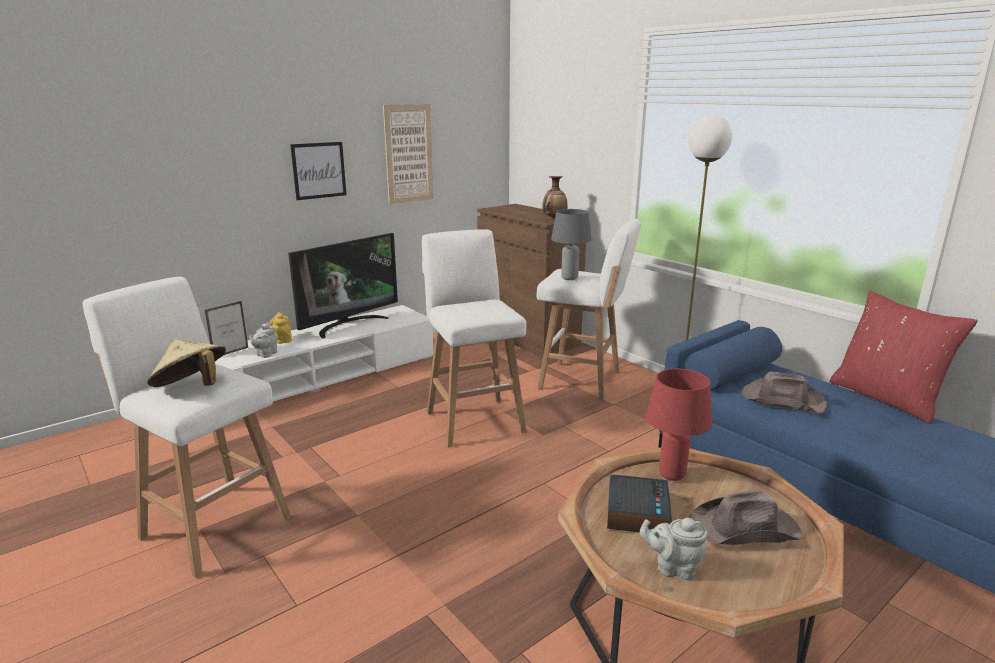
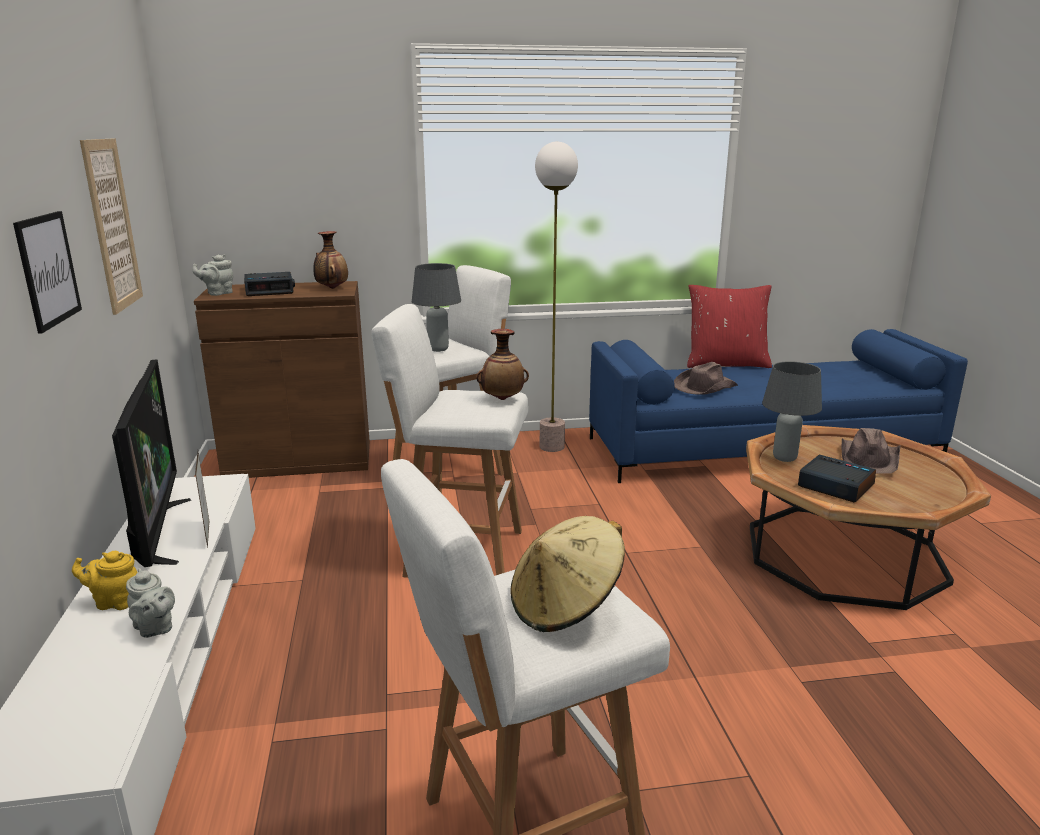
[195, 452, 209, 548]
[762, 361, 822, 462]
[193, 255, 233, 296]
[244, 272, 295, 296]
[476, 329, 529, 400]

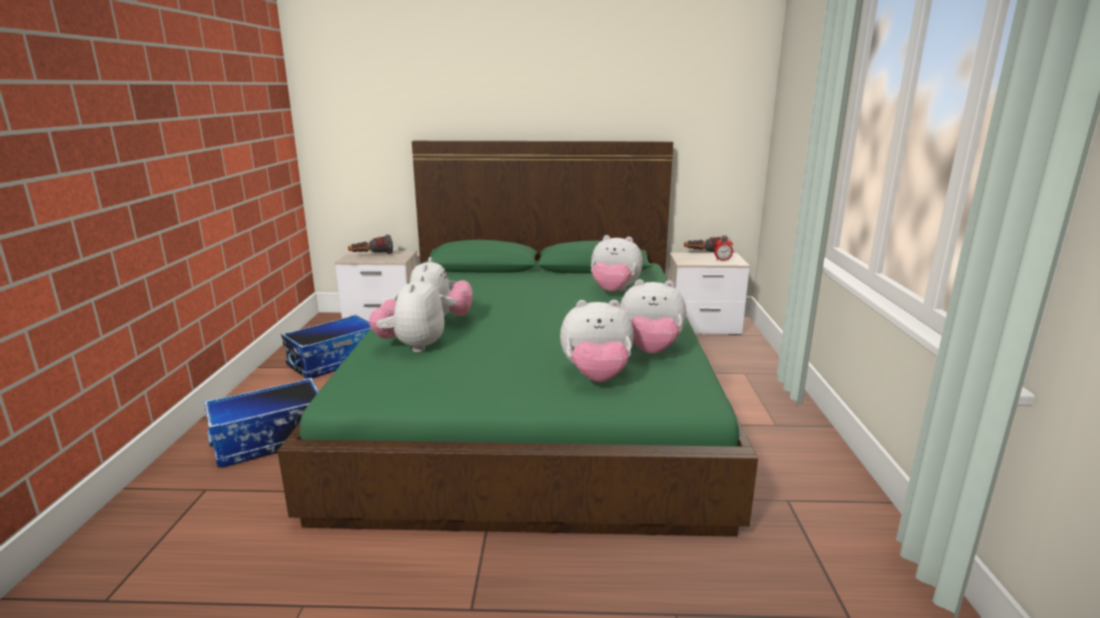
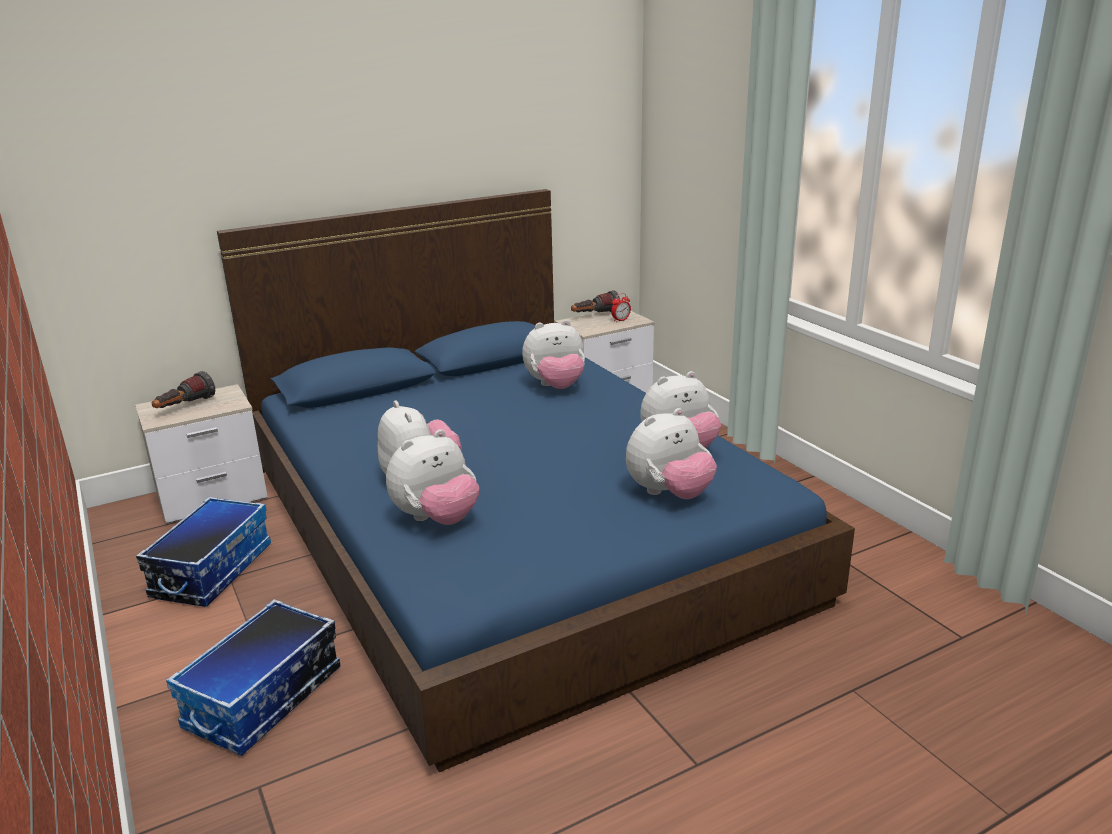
[217, 189, 855, 772]
[386, 429, 479, 525]

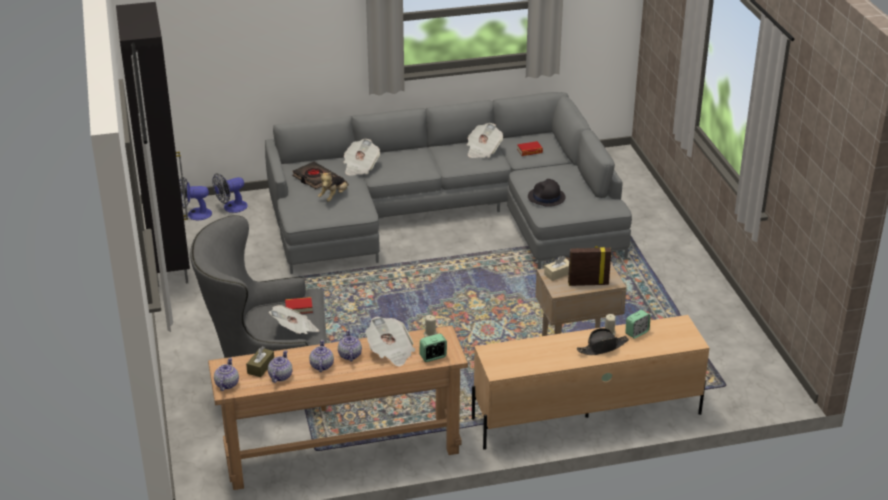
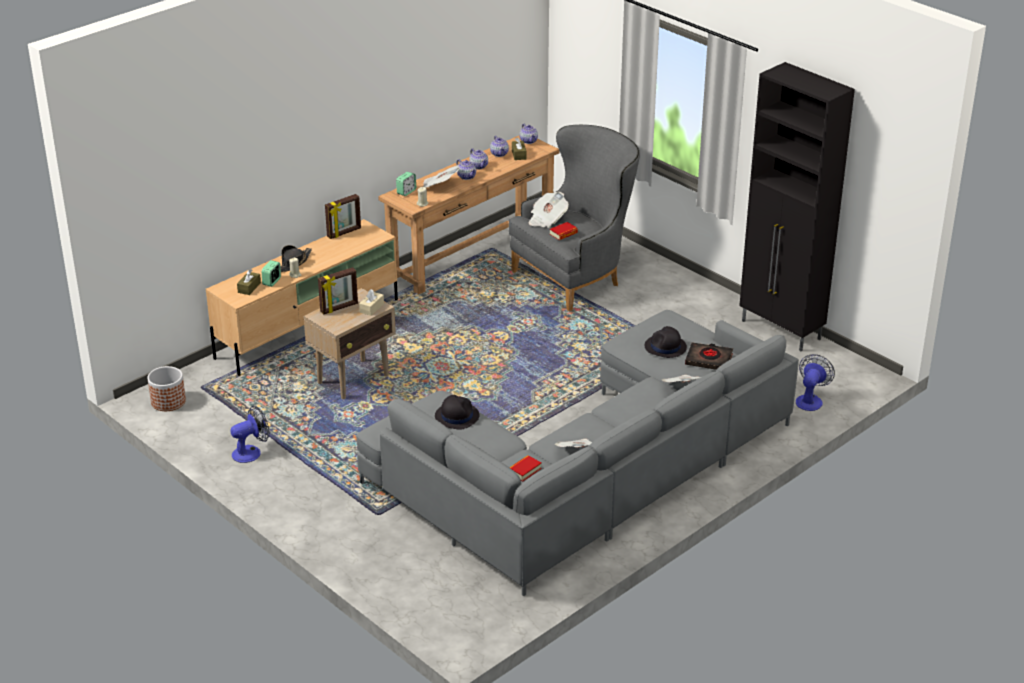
[645, 326, 687, 358]
[231, 406, 269, 463]
[325, 194, 361, 239]
[237, 269, 261, 295]
[147, 366, 186, 411]

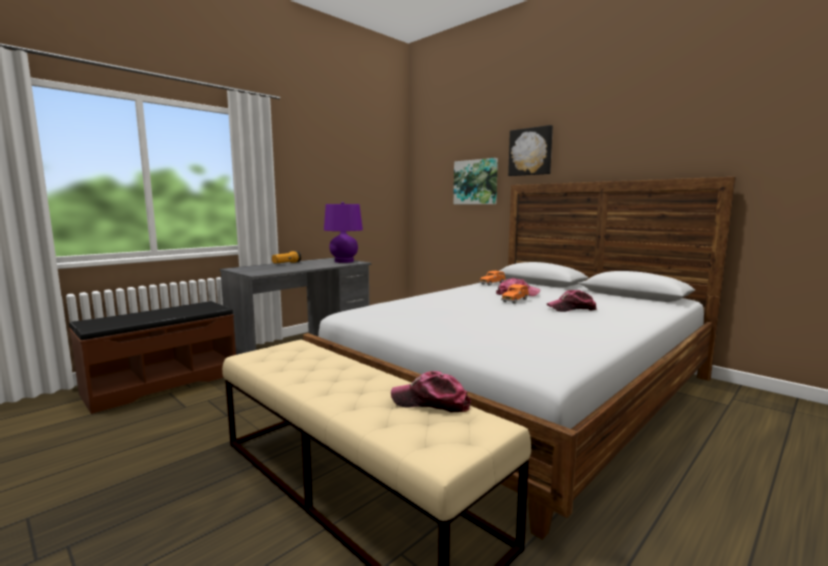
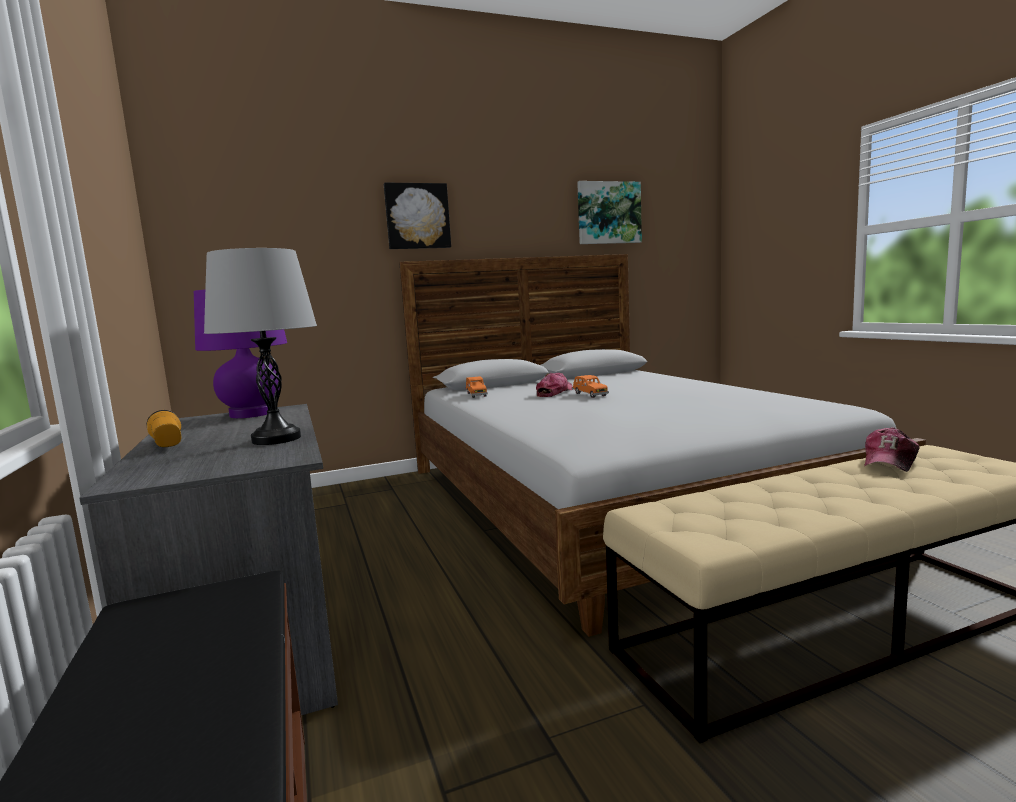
[577, 181, 642, 244]
[547, 290, 597, 312] (first image)
[204, 248, 317, 445]

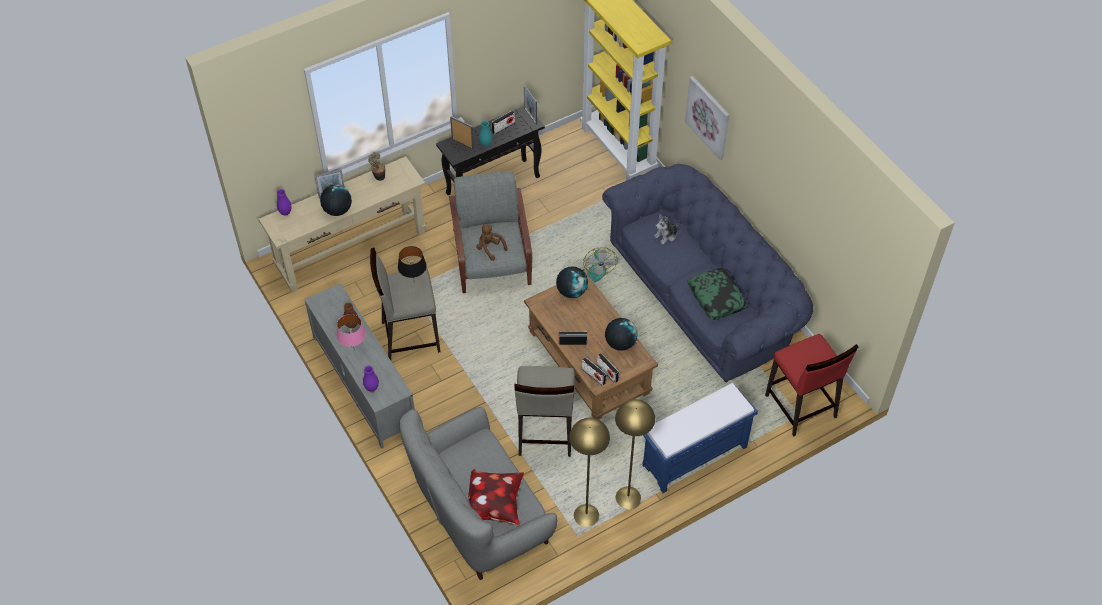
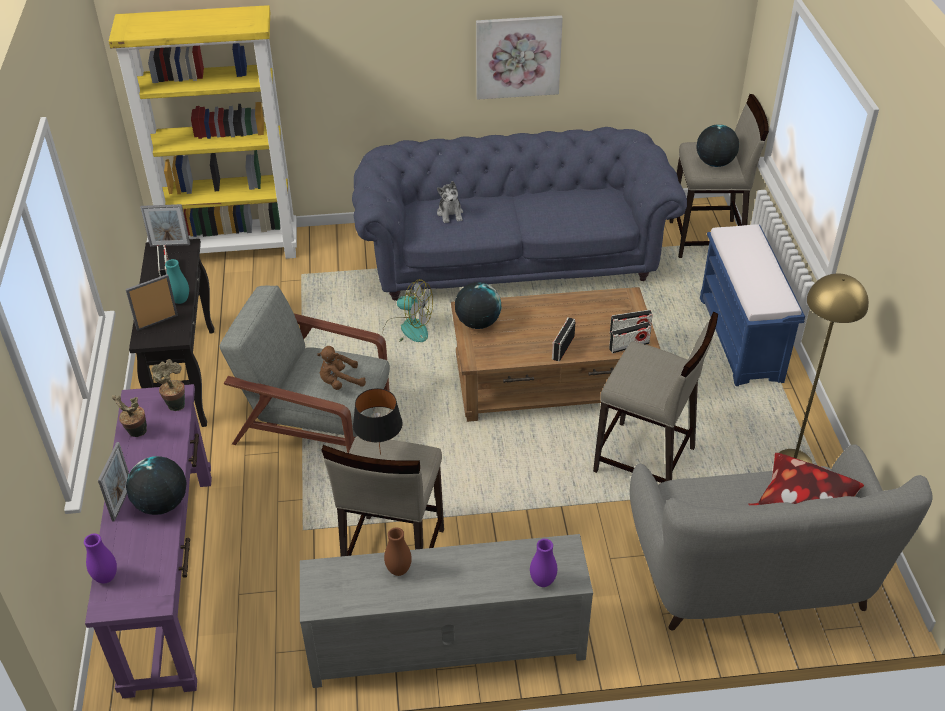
[476, 15, 563, 100]
[85, 384, 212, 698]
[687, 268, 747, 320] (first image)
[336, 314, 366, 347] (first image)
[697, 124, 739, 167]
[669, 94, 769, 258]
[615, 399, 655, 510] (first image)
[151, 359, 185, 411]

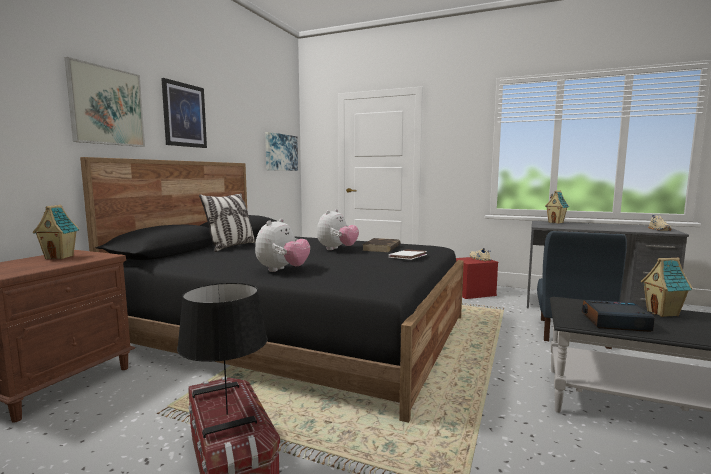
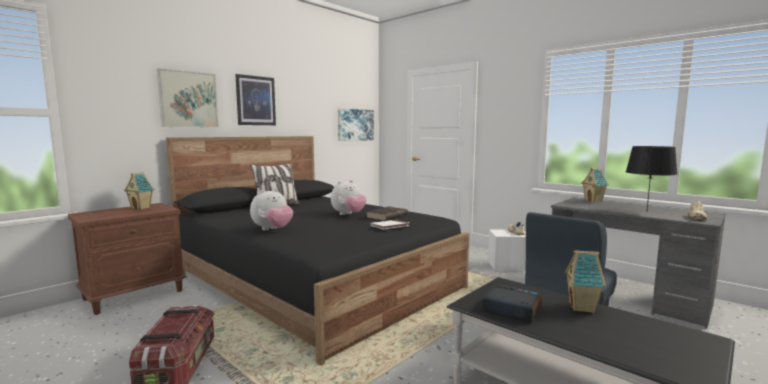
[488, 229, 526, 271]
[626, 146, 678, 209]

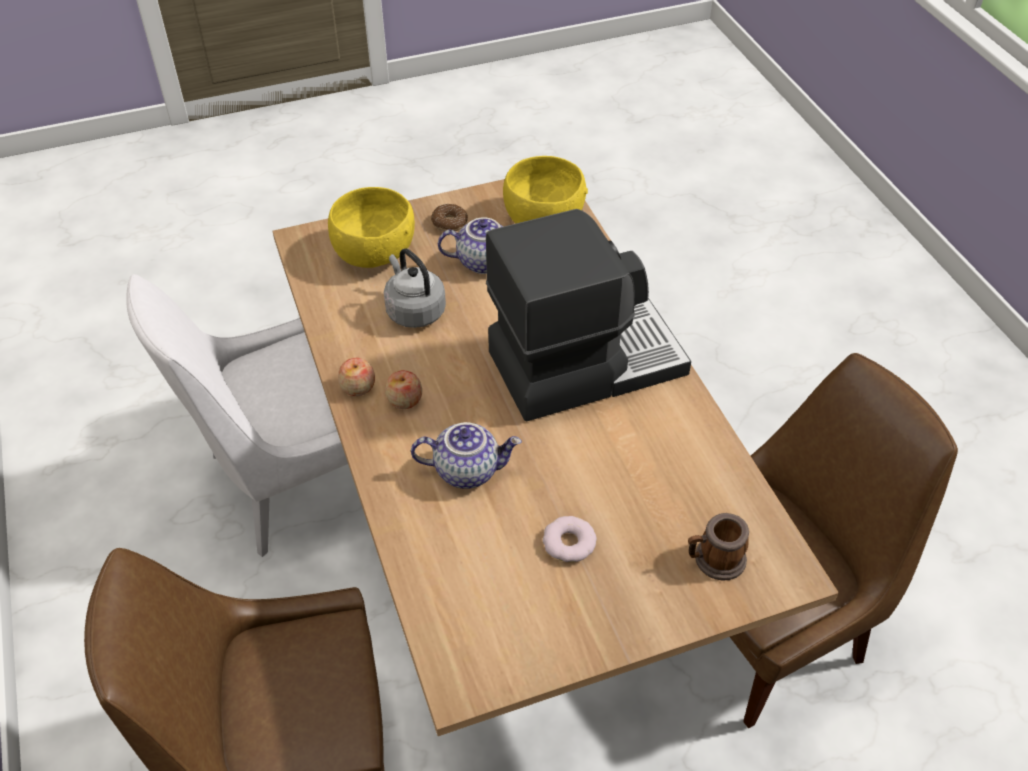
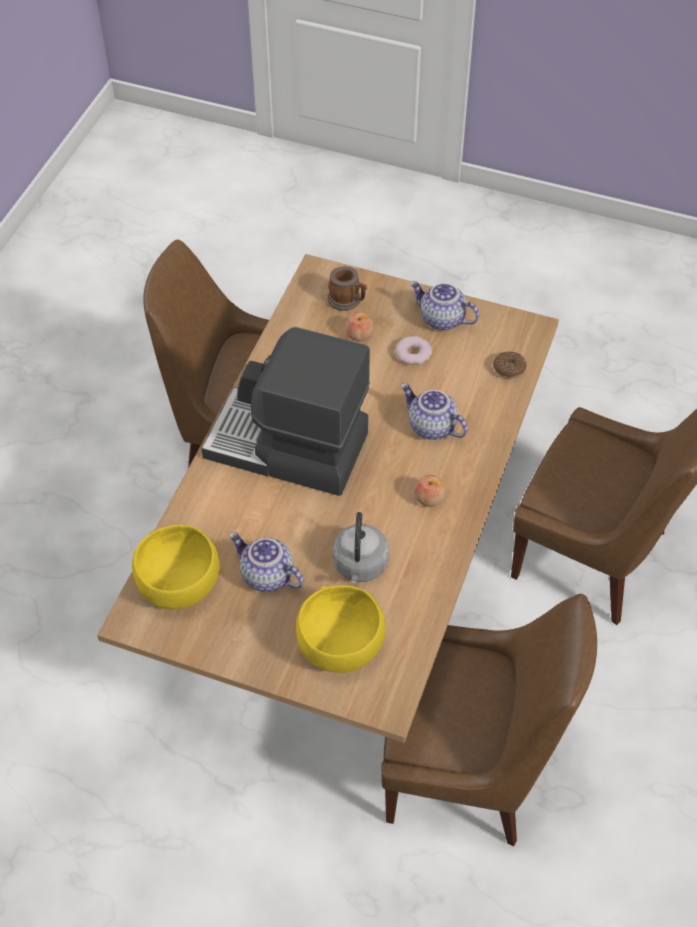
[493, 351, 527, 378]
[381, 594, 597, 846]
[346, 312, 373, 342]
[410, 281, 479, 330]

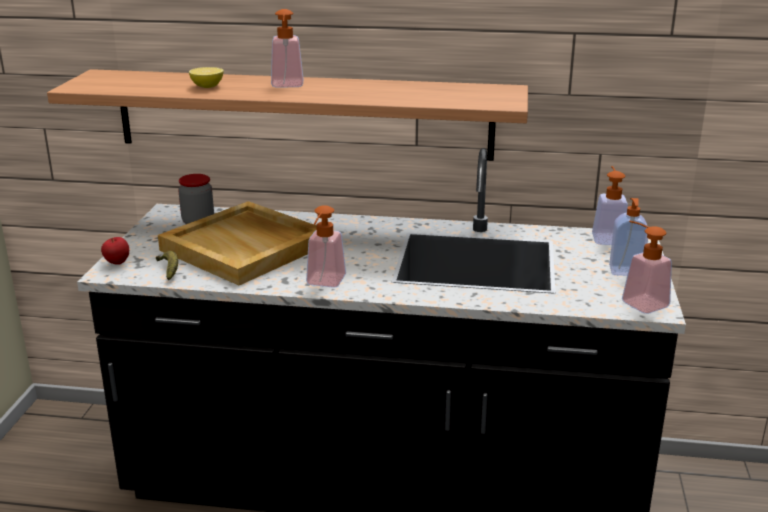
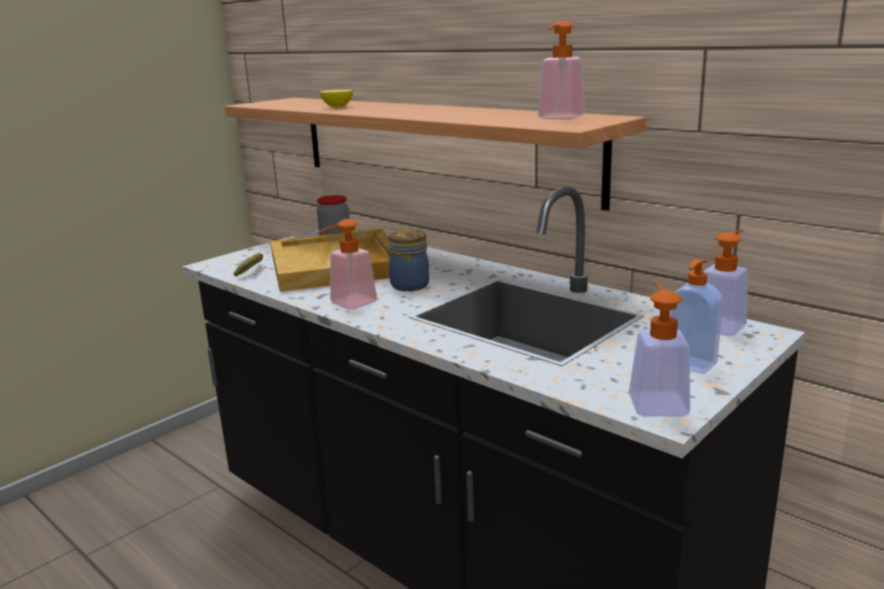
[538, 21, 585, 120]
[101, 237, 129, 264] (first image)
[388, 229, 429, 291]

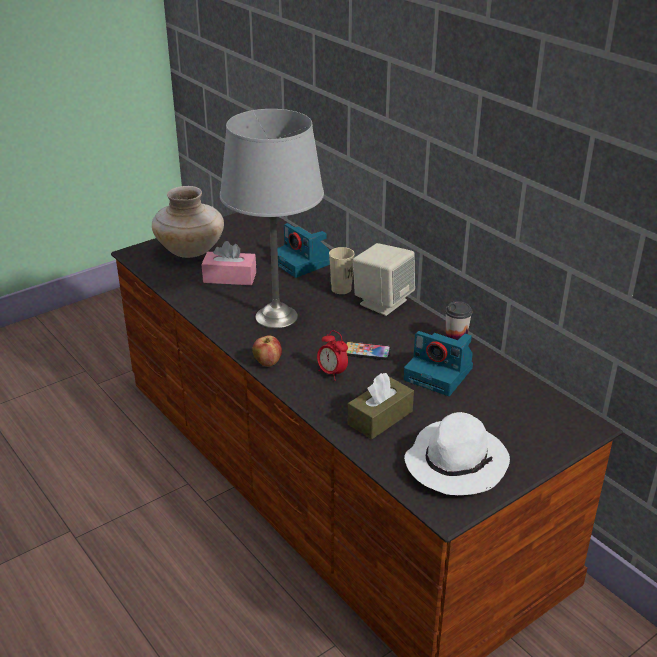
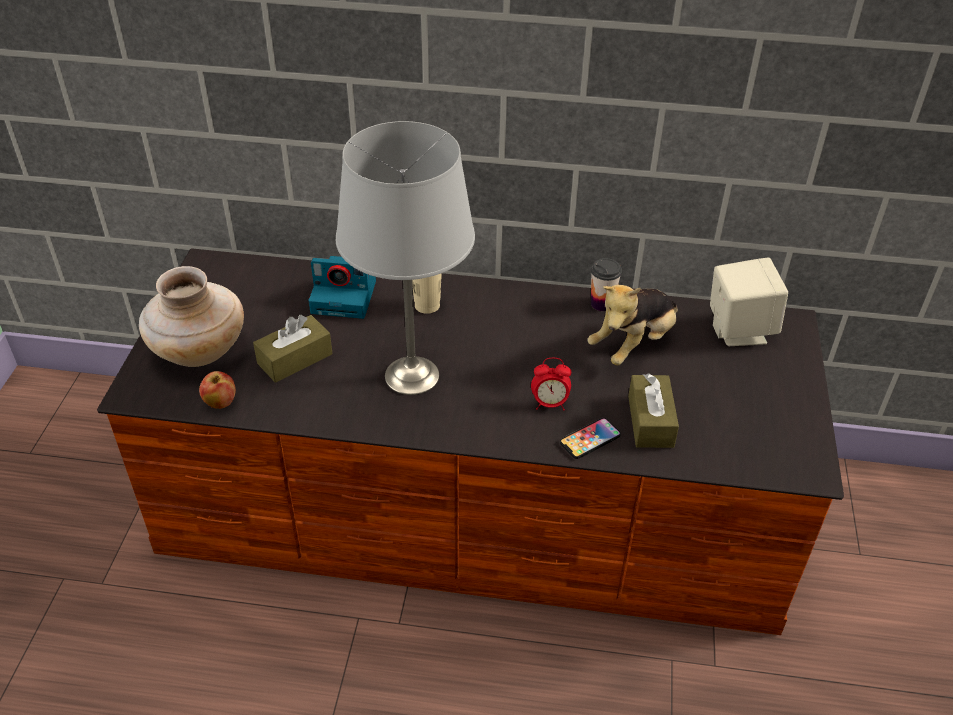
[253, 315, 332, 383]
[710, 258, 788, 346]
[587, 285, 678, 366]
[199, 371, 236, 409]
[560, 418, 621, 459]
[404, 412, 510, 495] (first image)

